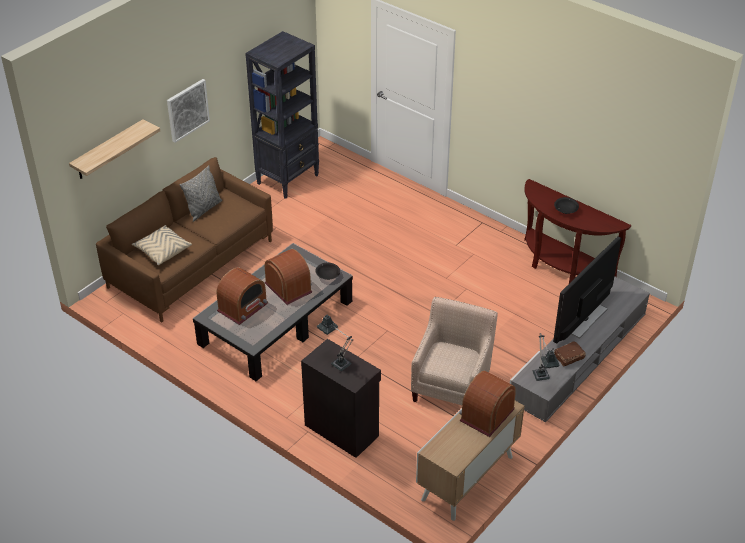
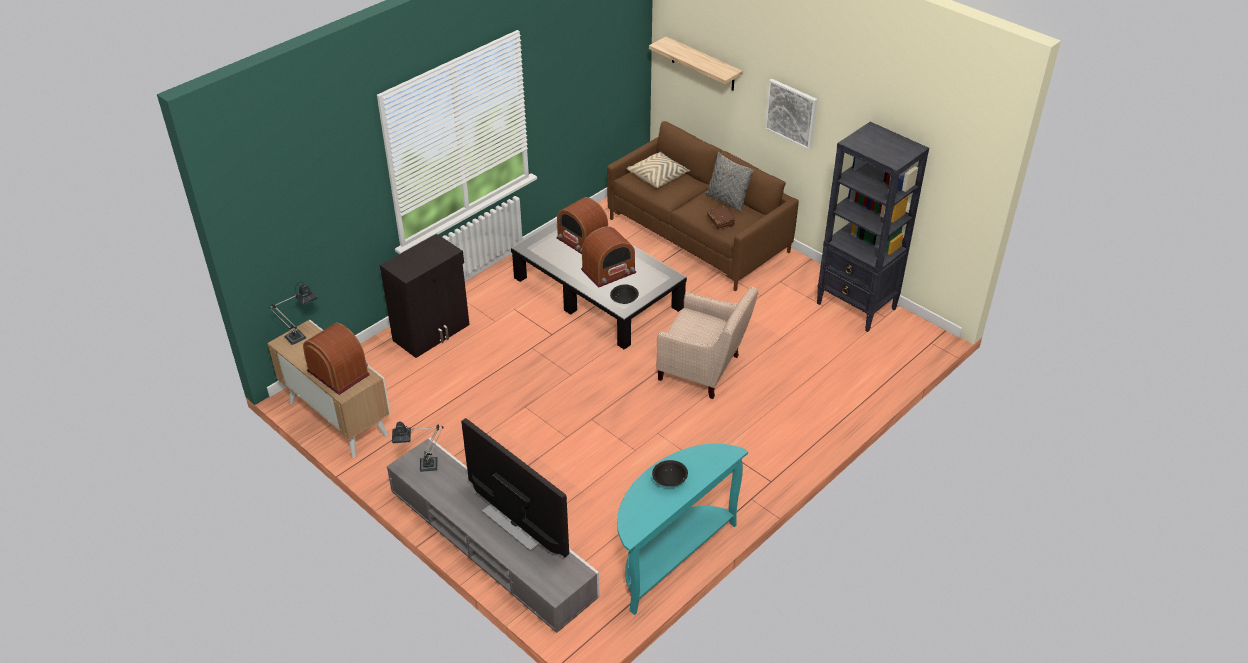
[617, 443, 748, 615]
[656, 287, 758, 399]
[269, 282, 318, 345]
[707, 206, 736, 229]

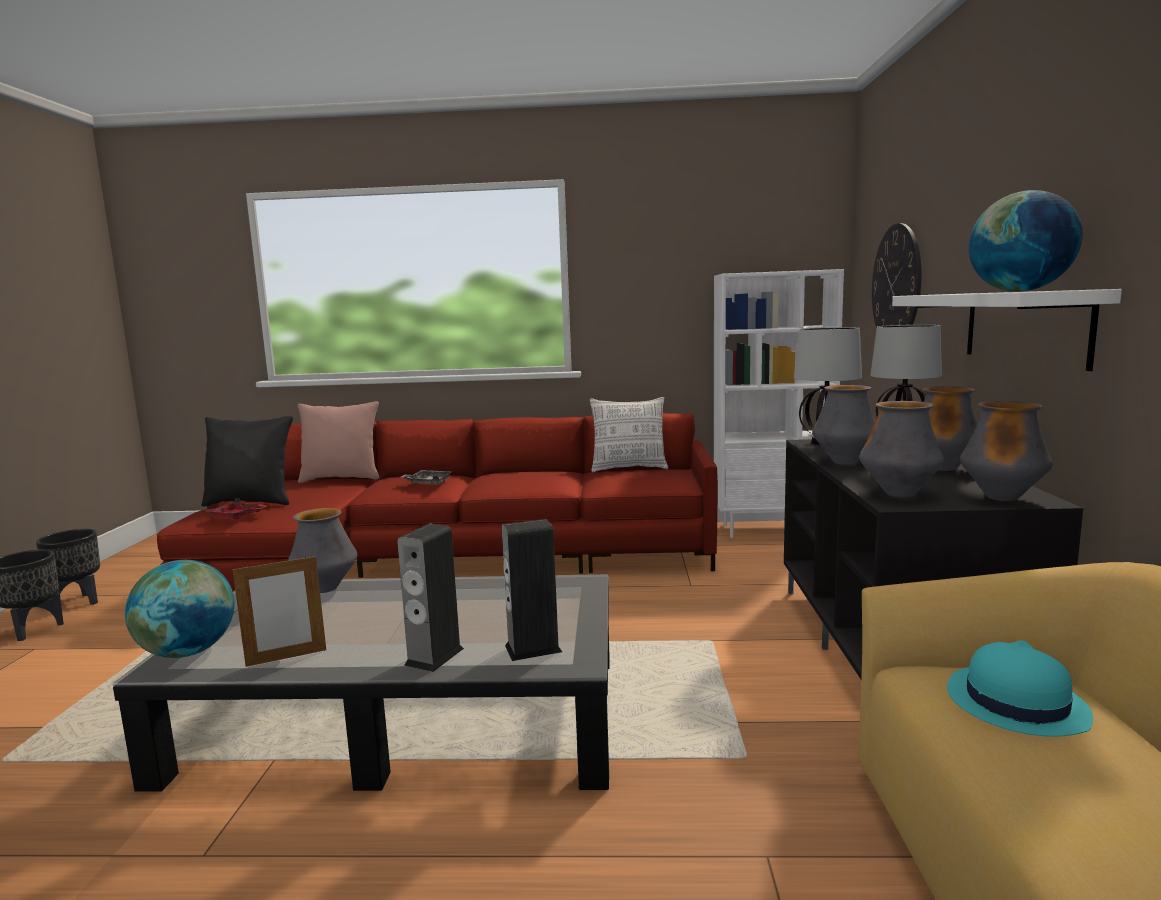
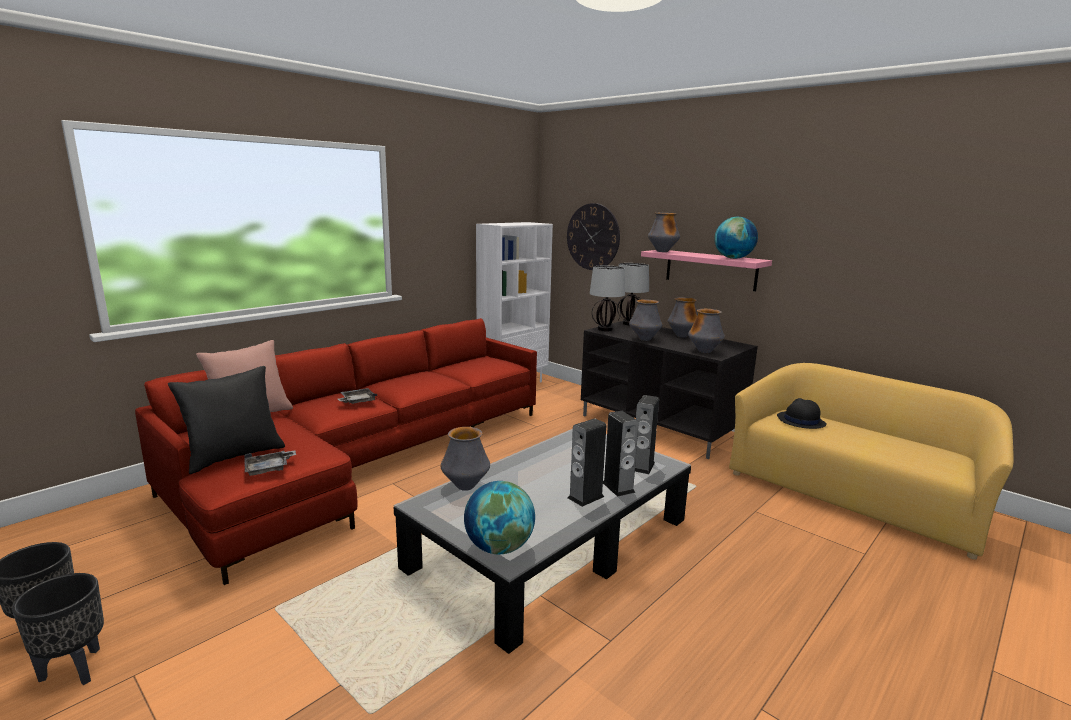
[641, 250, 772, 291]
[590, 397, 668, 472] (first image)
[648, 213, 680, 252]
[245, 451, 296, 476]
[232, 555, 326, 667] (first image)
[777, 398, 827, 429]
[568, 418, 606, 507]

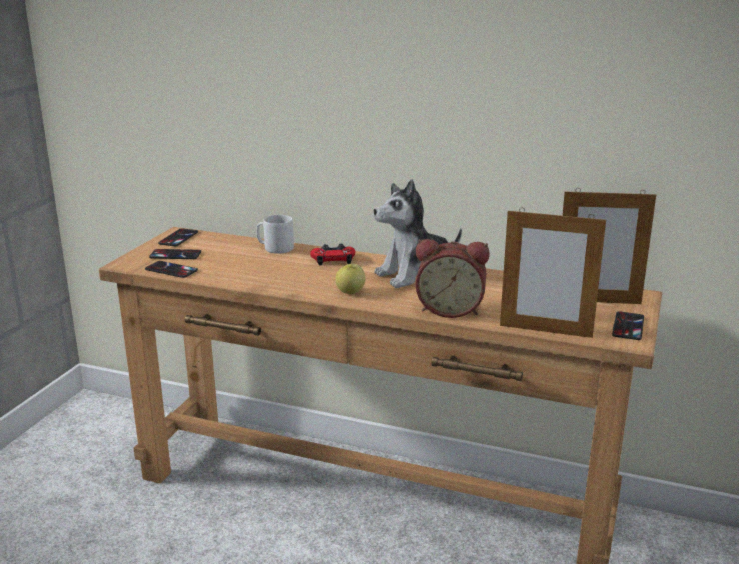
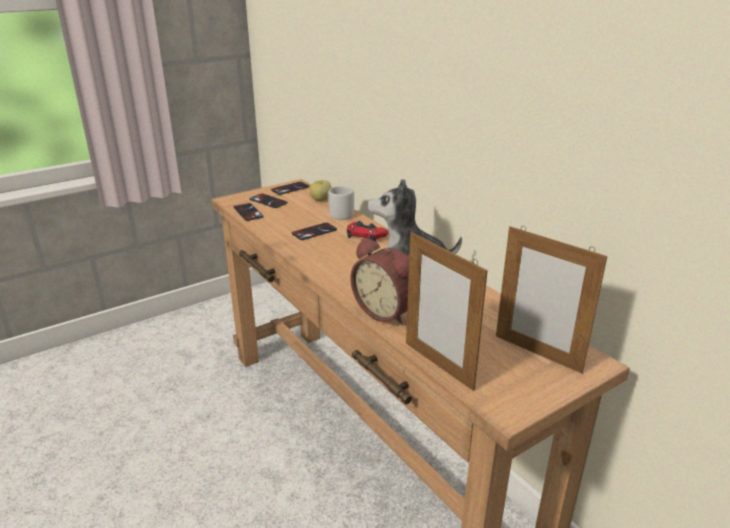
[310, 180, 332, 201]
[292, 222, 337, 240]

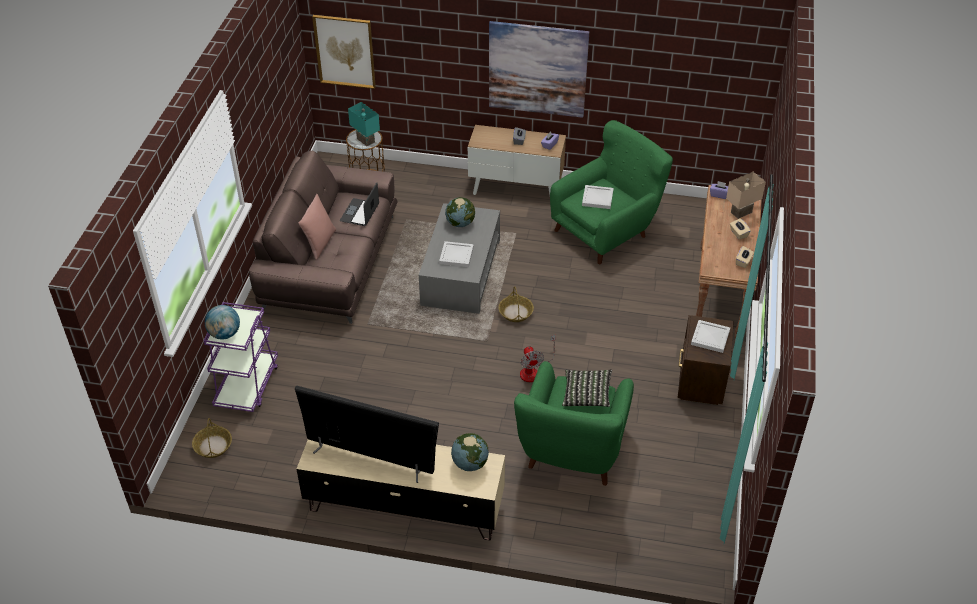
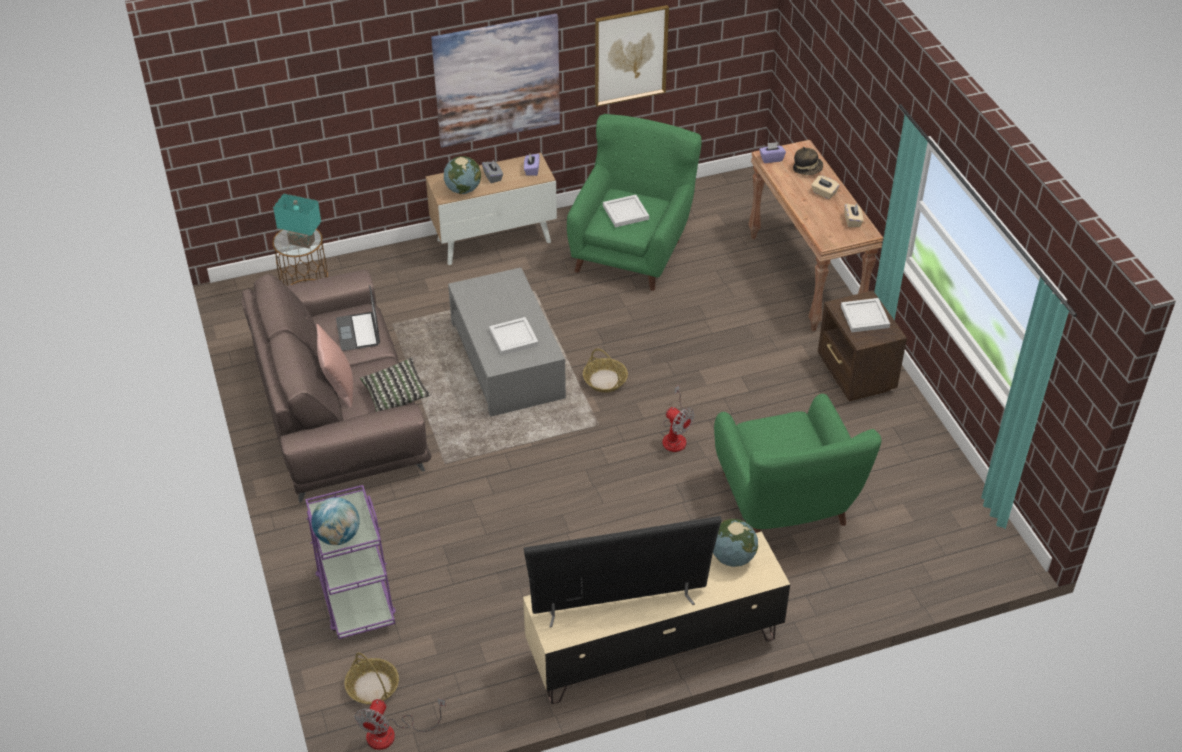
[595, 5, 669, 107]
[793, 147, 823, 175]
[444, 156, 481, 194]
[360, 357, 430, 412]
[355, 698, 446, 750]

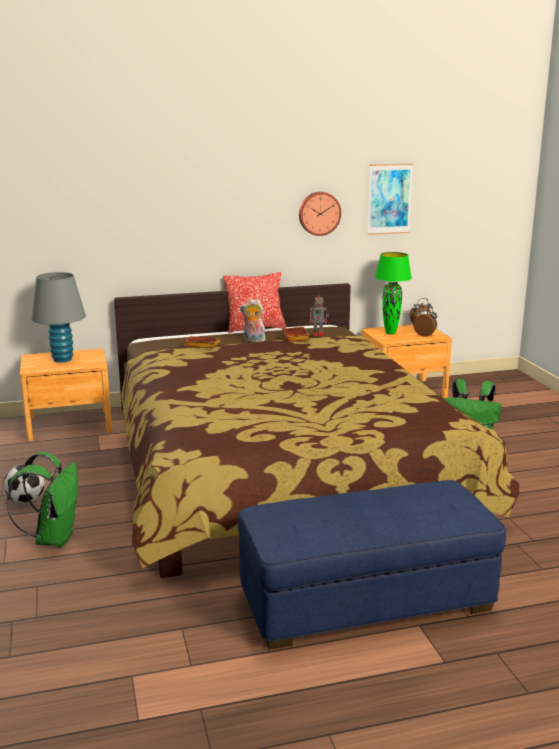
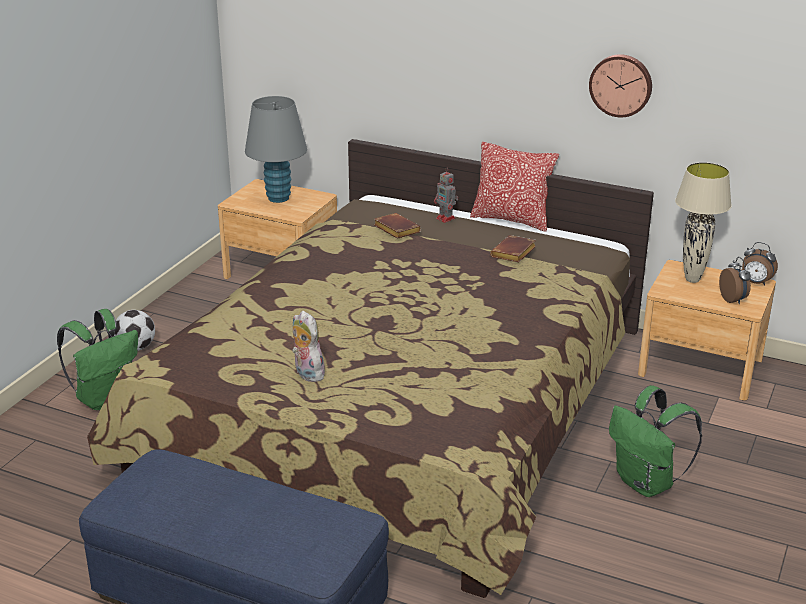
[367, 164, 413, 235] (first image)
[675, 162, 732, 283]
[434, 168, 458, 223]
[292, 311, 325, 382]

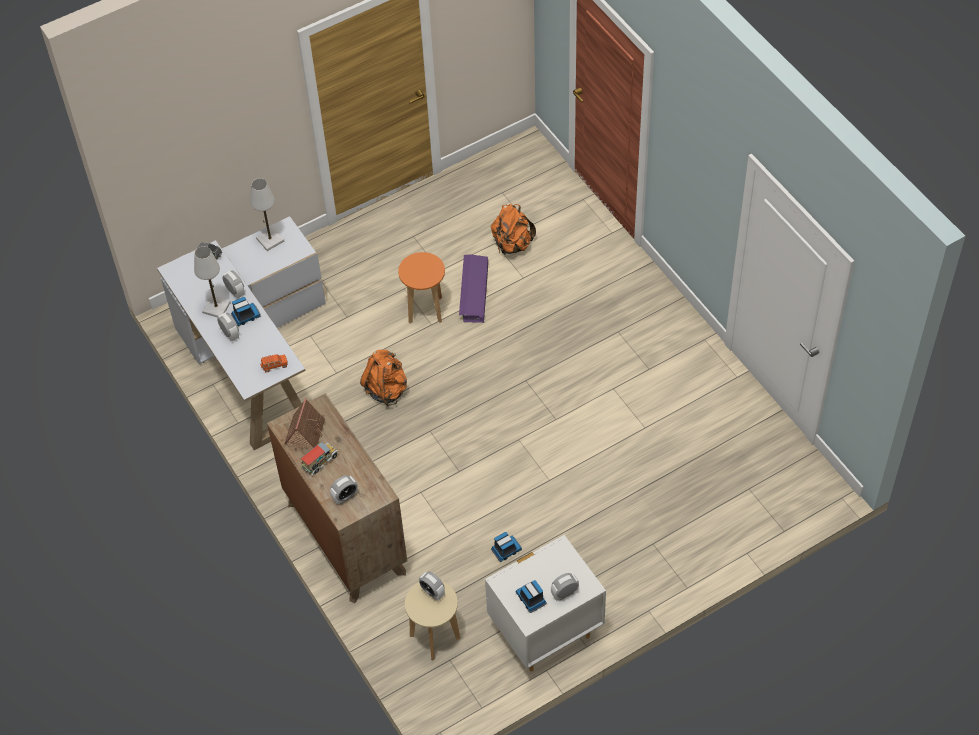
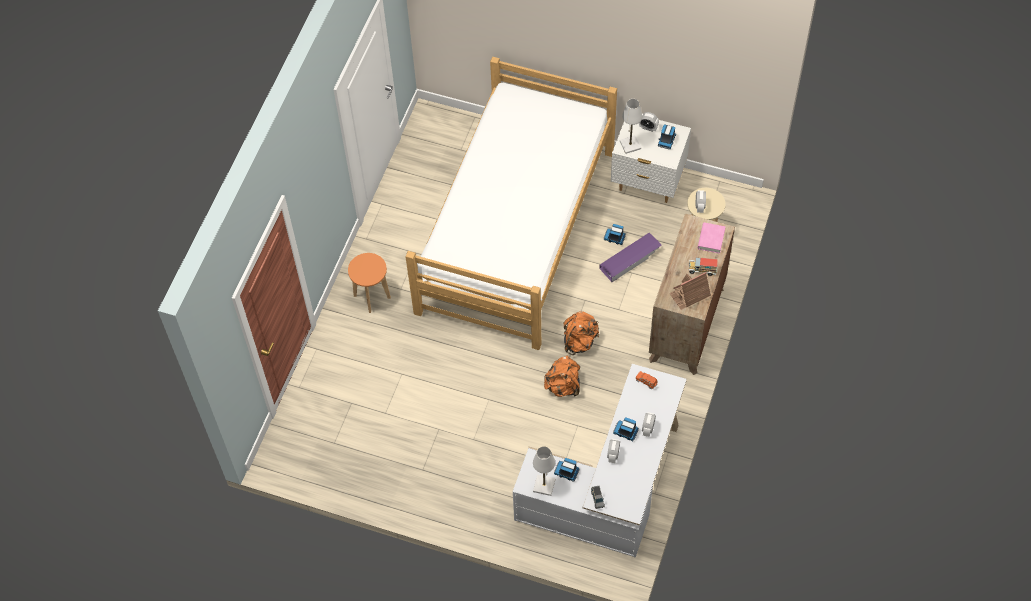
[564, 311, 599, 355]
[620, 99, 642, 154]
[348, 253, 391, 313]
[599, 233, 661, 282]
[698, 223, 725, 254]
[405, 57, 617, 350]
[554, 458, 579, 482]

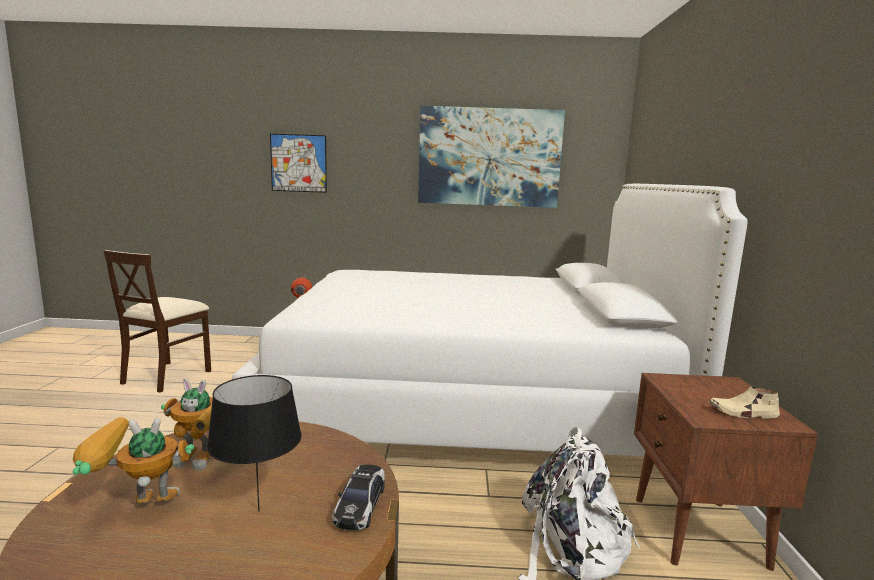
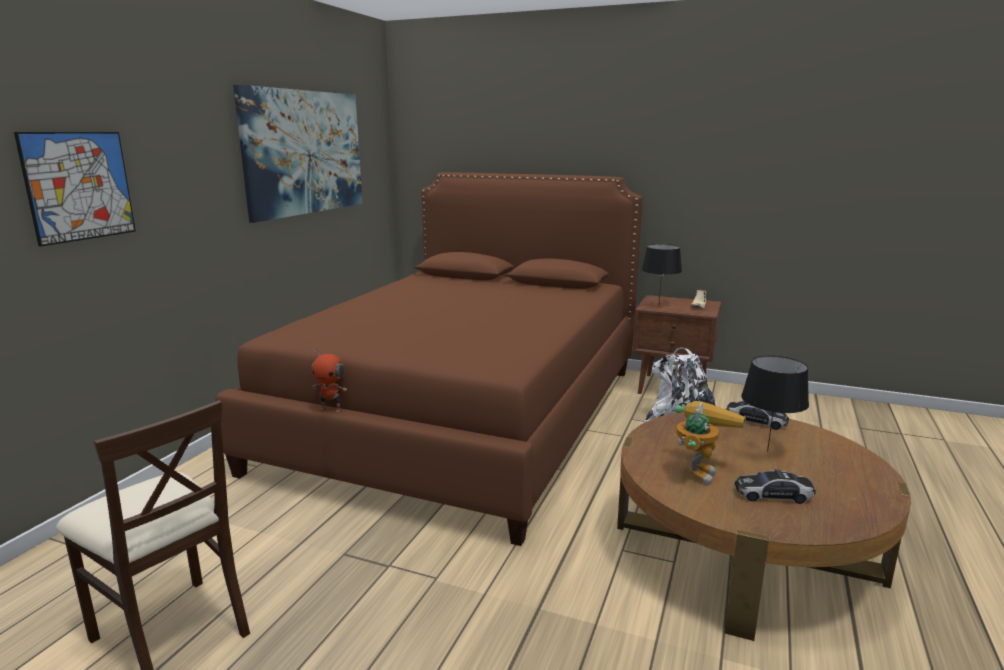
[216, 173, 643, 546]
[735, 469, 815, 504]
[642, 244, 682, 303]

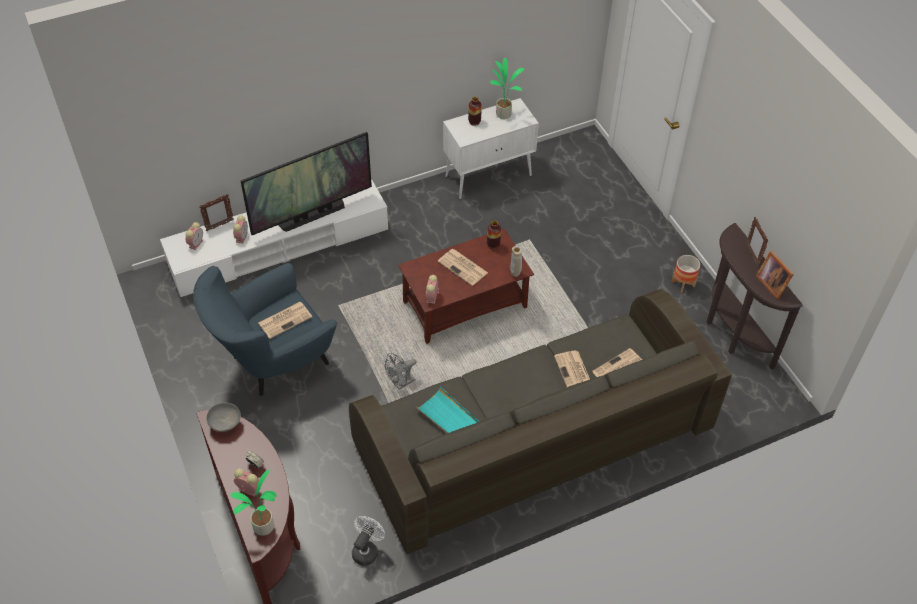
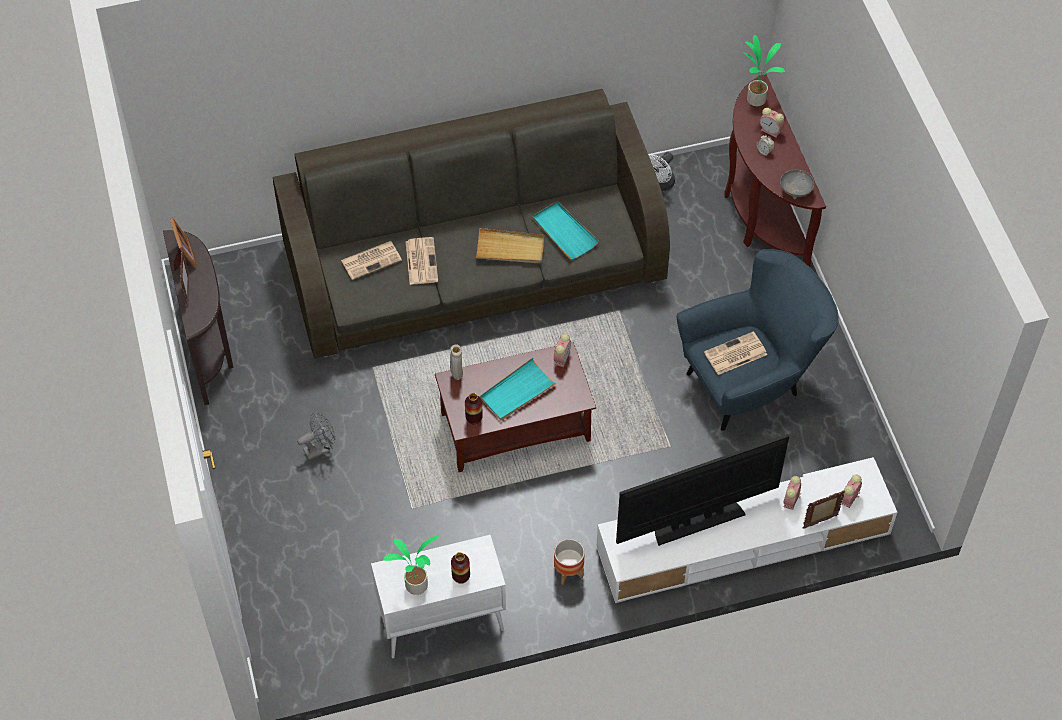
[480, 358, 557, 421]
[554, 539, 585, 585]
[297, 412, 335, 460]
[476, 228, 544, 264]

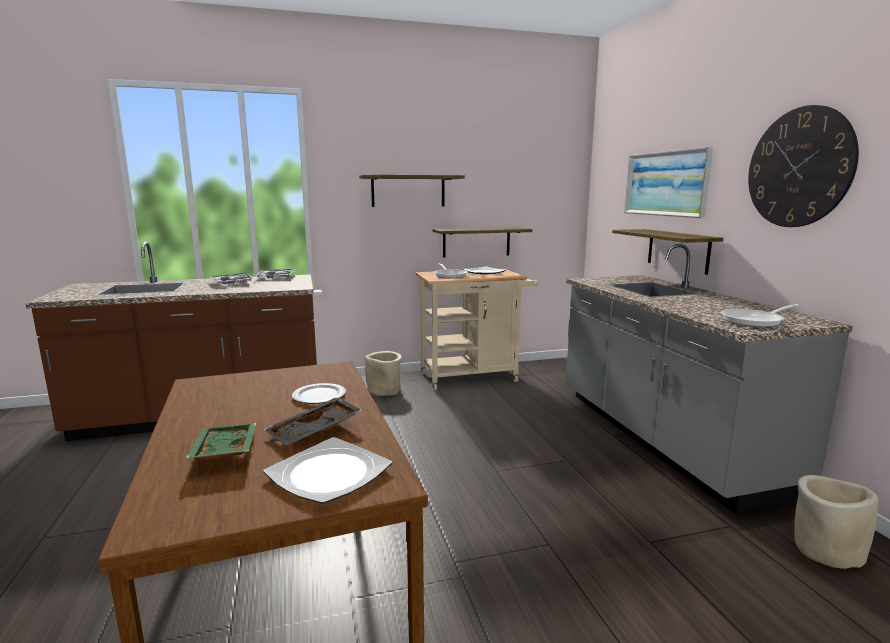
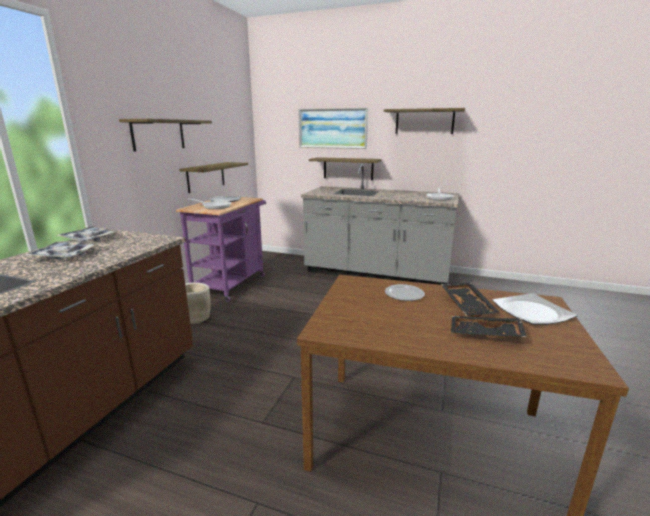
[384, 108, 465, 134]
[176, 197, 266, 302]
[451, 316, 527, 338]
[794, 475, 878, 569] (first image)

